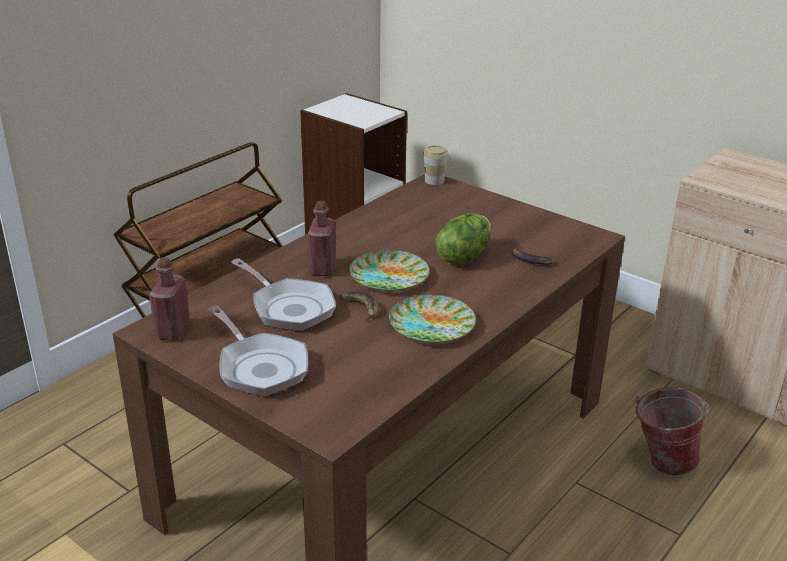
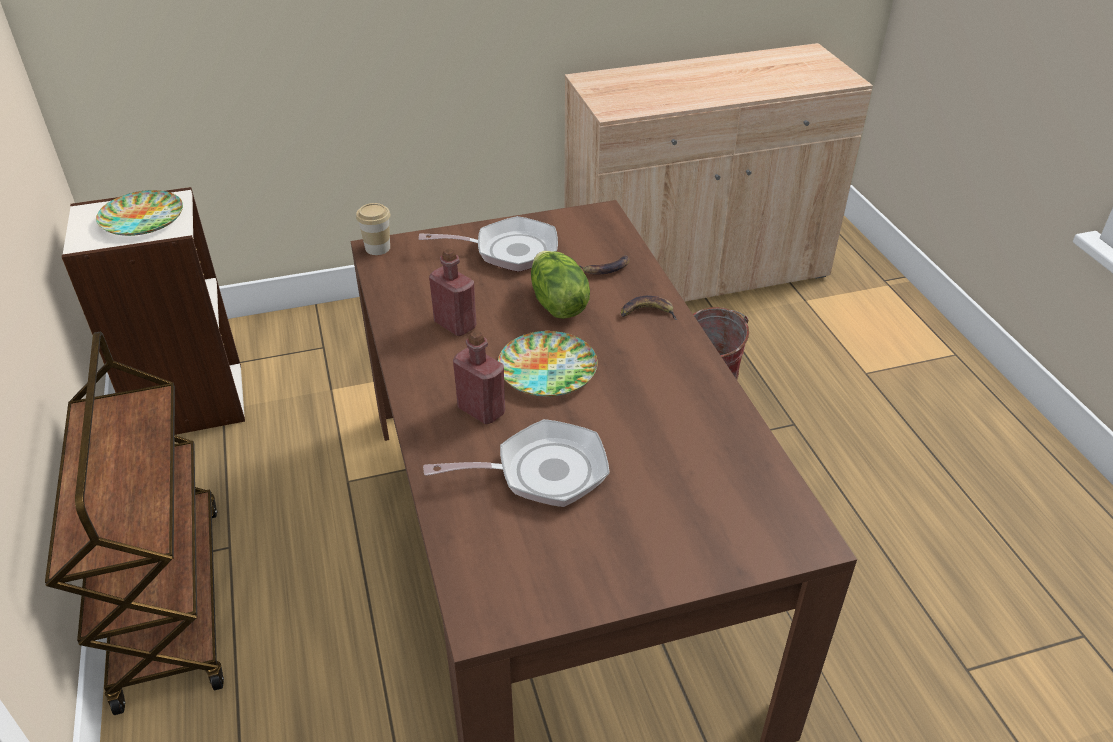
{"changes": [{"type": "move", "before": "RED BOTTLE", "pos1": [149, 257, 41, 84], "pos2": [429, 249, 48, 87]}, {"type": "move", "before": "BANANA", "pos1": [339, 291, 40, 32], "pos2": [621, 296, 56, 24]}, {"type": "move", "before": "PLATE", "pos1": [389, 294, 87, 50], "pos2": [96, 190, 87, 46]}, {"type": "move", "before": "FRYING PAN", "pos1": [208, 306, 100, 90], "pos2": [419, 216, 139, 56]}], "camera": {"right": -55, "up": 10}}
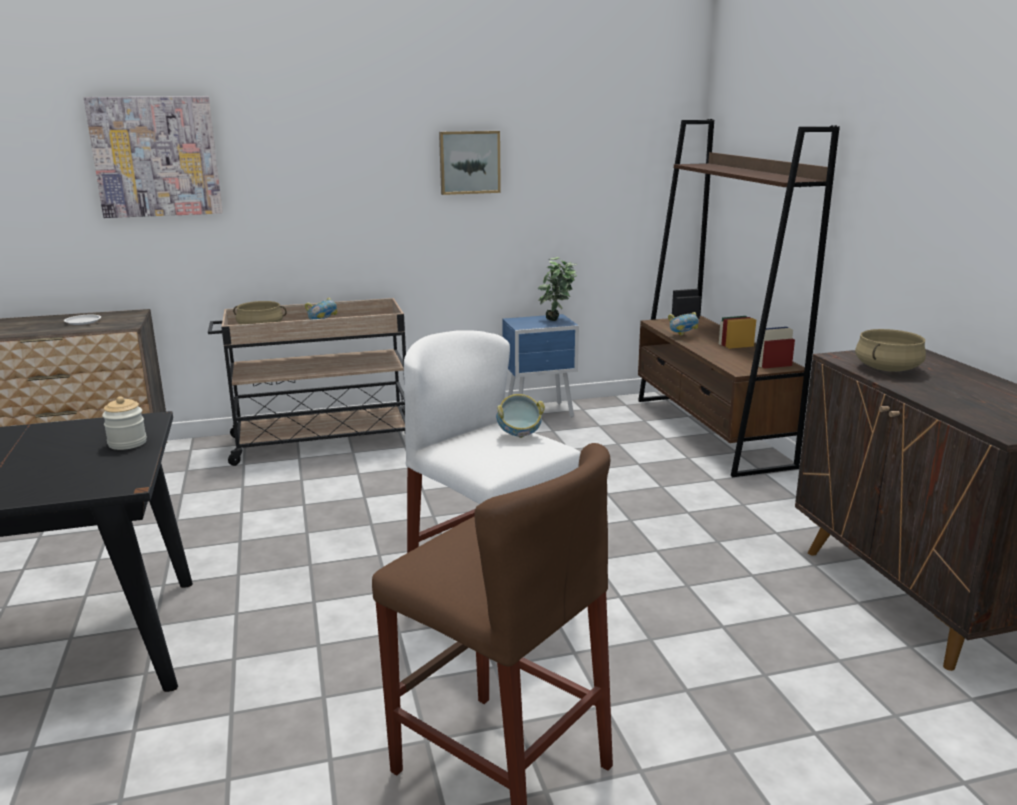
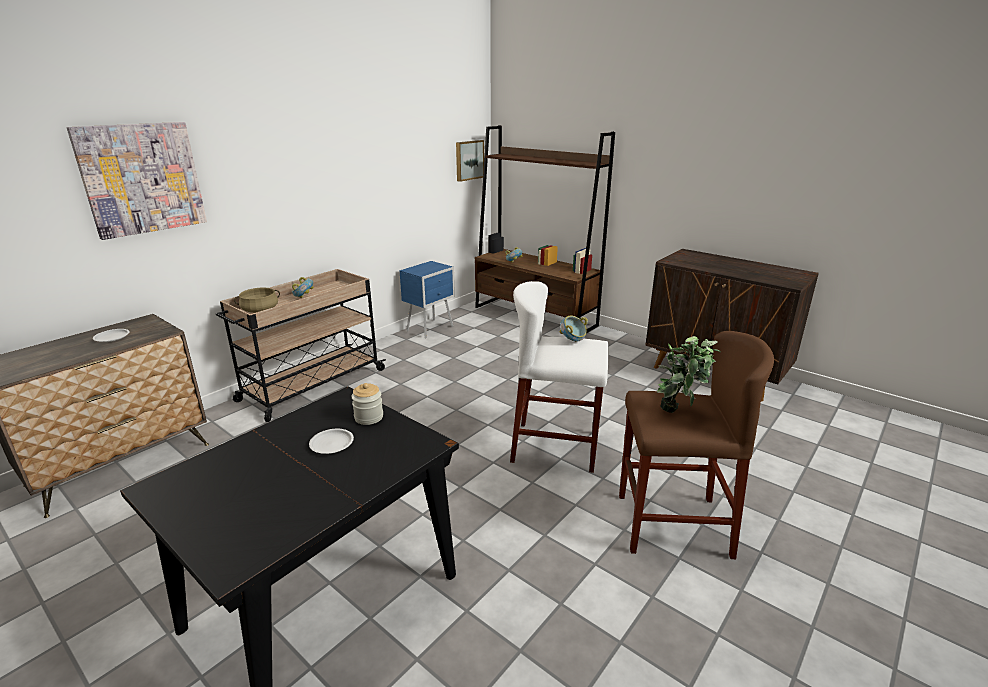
{"changes": [{"type": "move", "before": "PICTURE", "pos1": [439, 131, 62, 64], "pos2": [456, 140, 28, 42]}, {"type": "move", "before": "POTTED PLANT", "pos1": [537, 257, 40, 64], "pos2": [657, 336, 64, 77]}, {"type": "delete", "before": "BEIGE COOKING POT", "pos1": [855, 329, 71, 43]}, {"type": "insert", "after": "WHITE PLATE", "pos2": [309, 429, 45, 25]}], "camera": {"right": -35, "up": 5}}
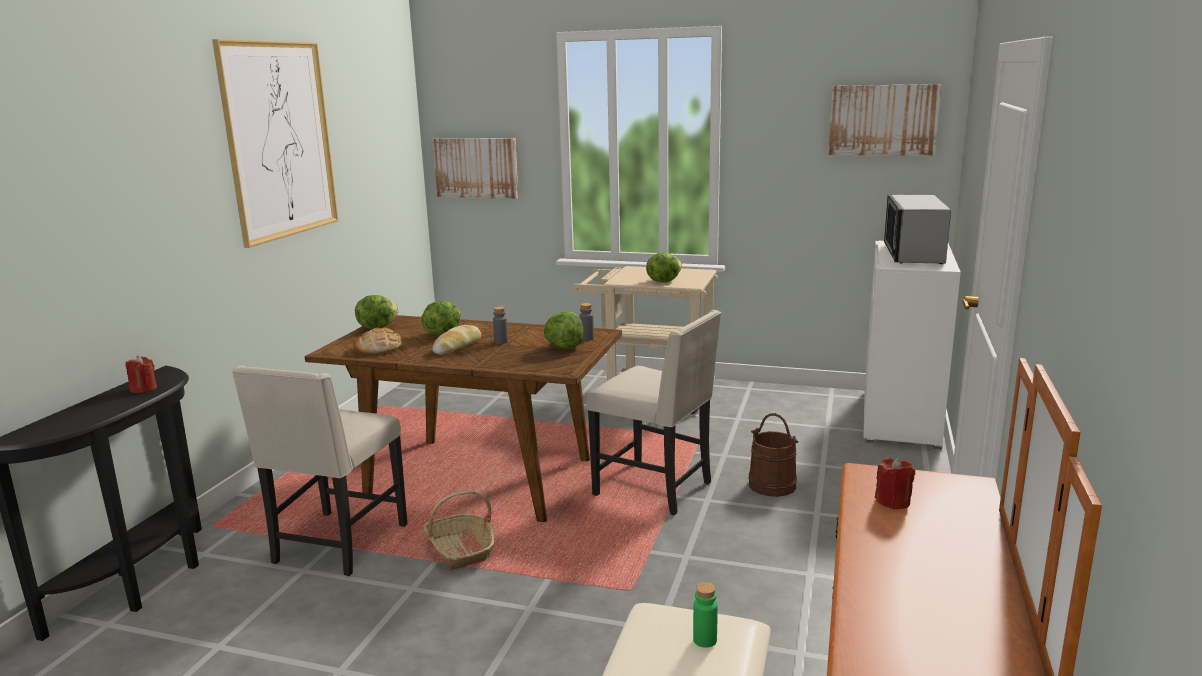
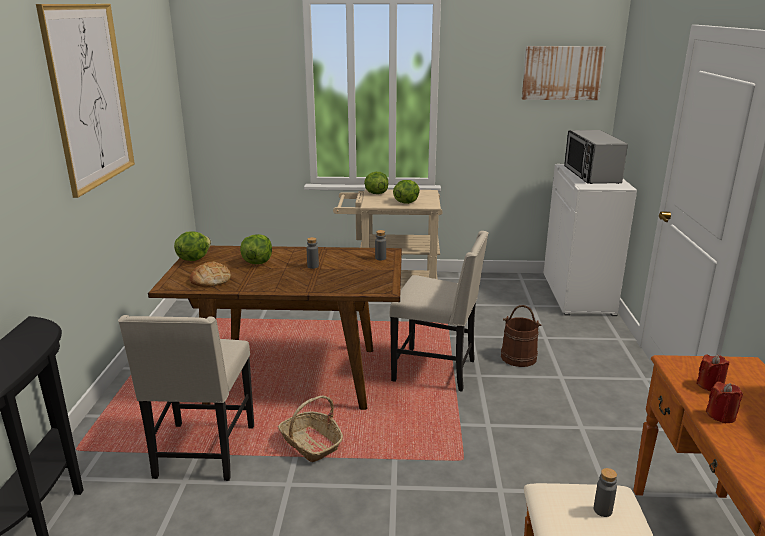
{"changes": [{"type": "delete", "before": "PICTURE", "pos1": [433, 138, 86, 61]}, {"type": "move", "before": "LETTUCE", "pos1": [544, 312, 40, 37], "pos2": [364, 172, 24, 22]}, {"type": "delete", "before": "BREAD", "pos1": [432, 325, 49, 30]}, {"type": "move", "before": "RED CANDLE", "pos1": [126, 355, 31, 38], "pos2": [706, 382, 37, 41]}, {"type": "recolor", "before": "GREEN BOTTLE", "after": "GREY BOTTLE", "pos1": [693, 582, 25, 66], "pos2": [594, 468, 23, 49]}], "camera": {"right": -15, "up": 5}}
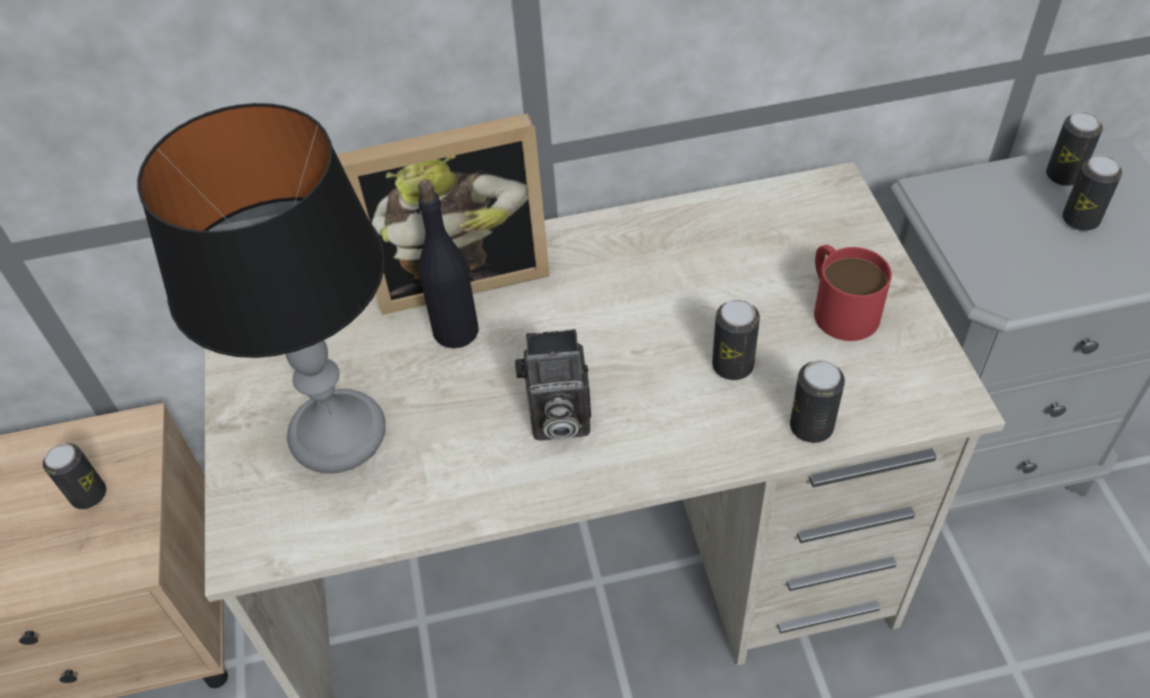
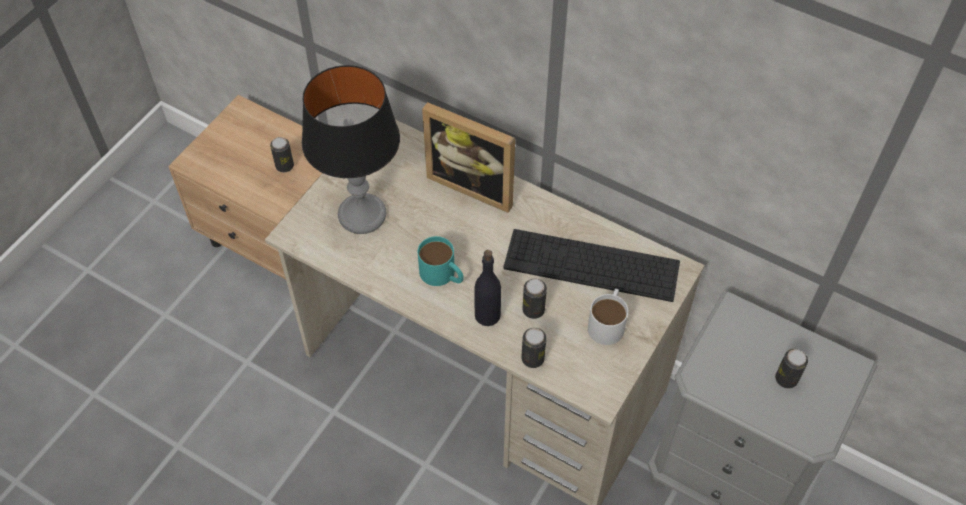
{"changes": [{"type": "delete", "before": "CAN", "pos1": [1046, 112, 57, 74]}, {"type": "move", "before": "BLACK BOTTLE", "pos1": [418, 179, 61, 169], "pos2": [474, 250, 27, 76]}, {"type": "recolor", "before": "RED MUG", "after": "WHITE MUG", "pos1": [814, 245, 78, 96], "pos2": [588, 289, 40, 56]}, {"type": "replace", "before": "PHOTO CAMERA", "after": "TURQUOISE MUG", "pos1": [515, 329, 76, 112], "pos2": [418, 236, 46, 50]}, {"type": "insert", "after": "KEYBOARD", "pos2": [503, 229, 177, 73]}], "camera": {"right": 40, "up": 5}}
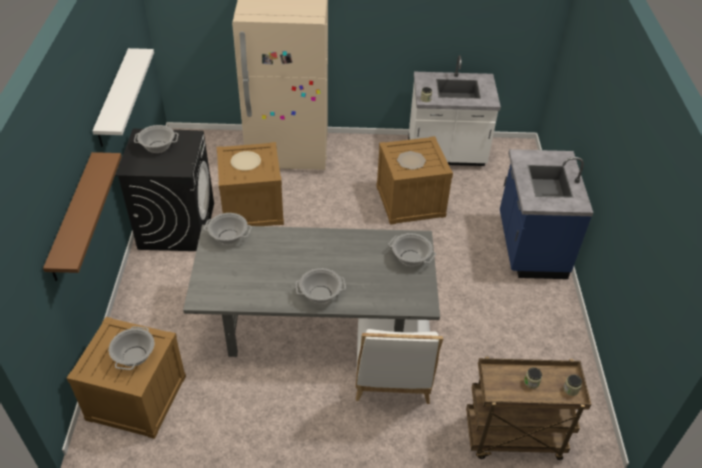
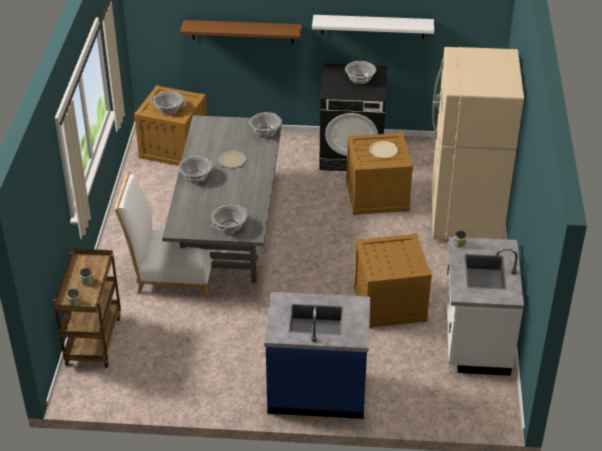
{"changes": [{"type": "move", "before": "PLATE", "pos1": [397, 151, 29, 19], "pos2": [218, 151, 29, 17]}], "camera": {"right": 95, "up": -5}}
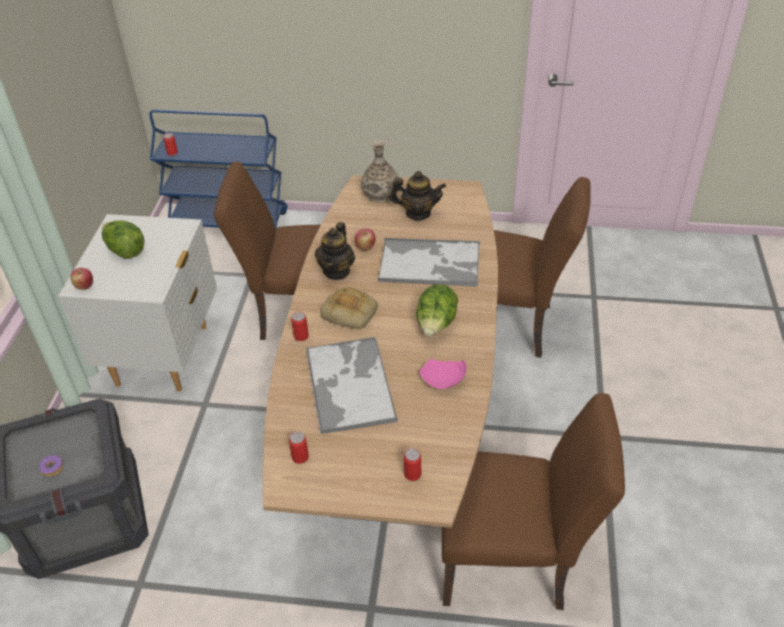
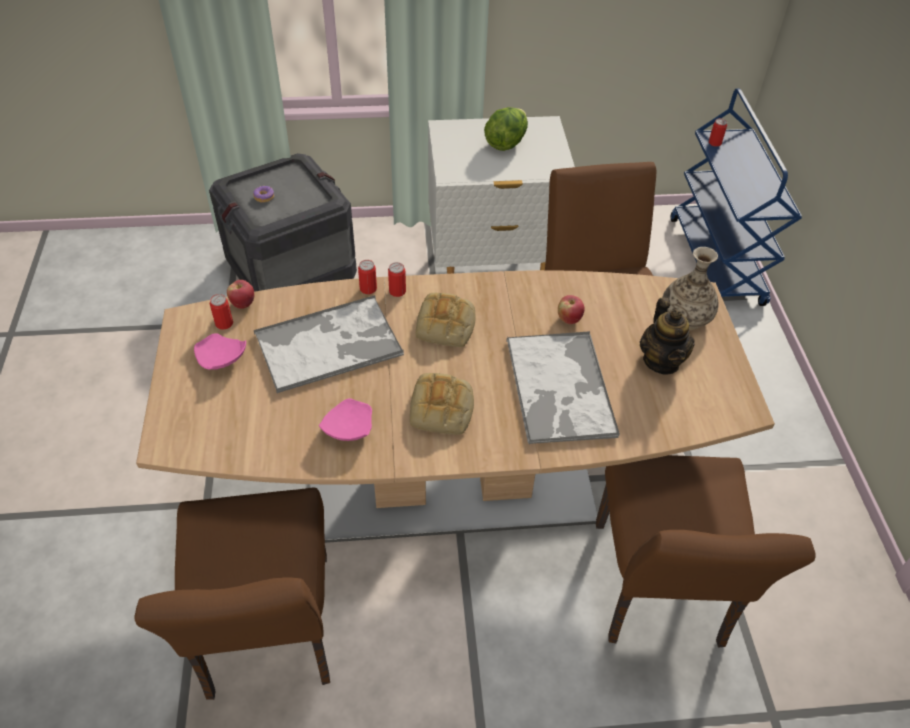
{"changes": [{"type": "delete", "before": "TEAPOT", "pos1": [315, 222, 40, 58]}, {"type": "move", "before": "APPLE", "pos1": [70, 268, 23, 22], "pos2": [227, 280, 27, 29]}, {"type": "replace", "before": "LETTUCE", "after": "BREAD", "pos1": [416, 284, 42, 52], "pos2": [410, 373, 64, 62]}, {"type": "move", "before": "CAN", "pos1": [404, 448, 17, 33], "pos2": [358, 260, 19, 34]}, {"type": "insert", "after": "PINK PLATE", "pos2": [194, 333, 52, 37]}], "camera": {"right": 75, "up": 5}}
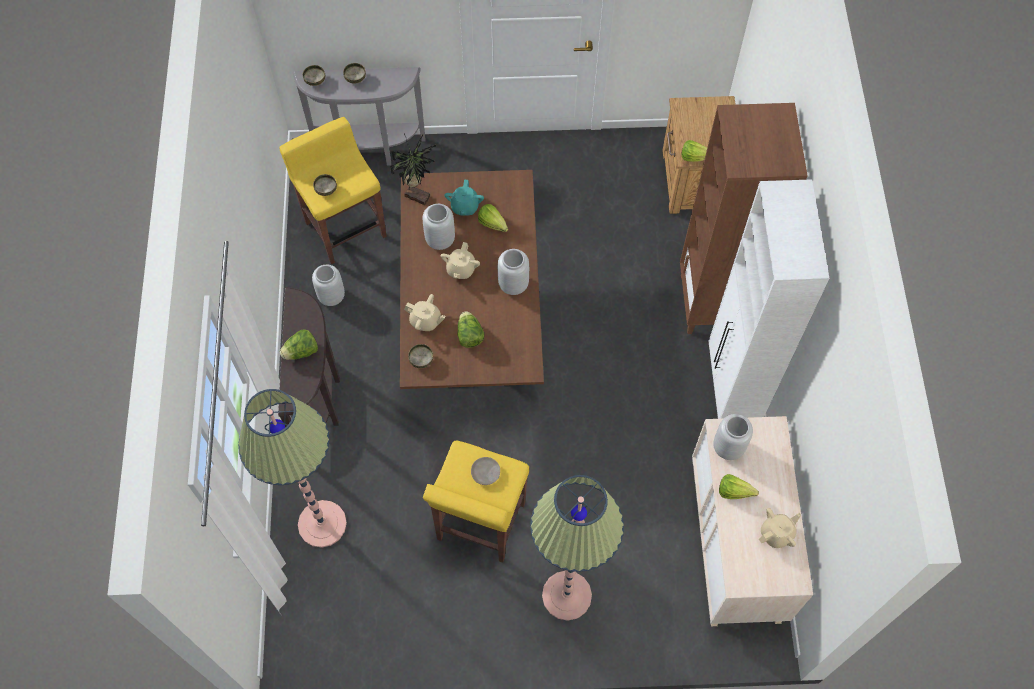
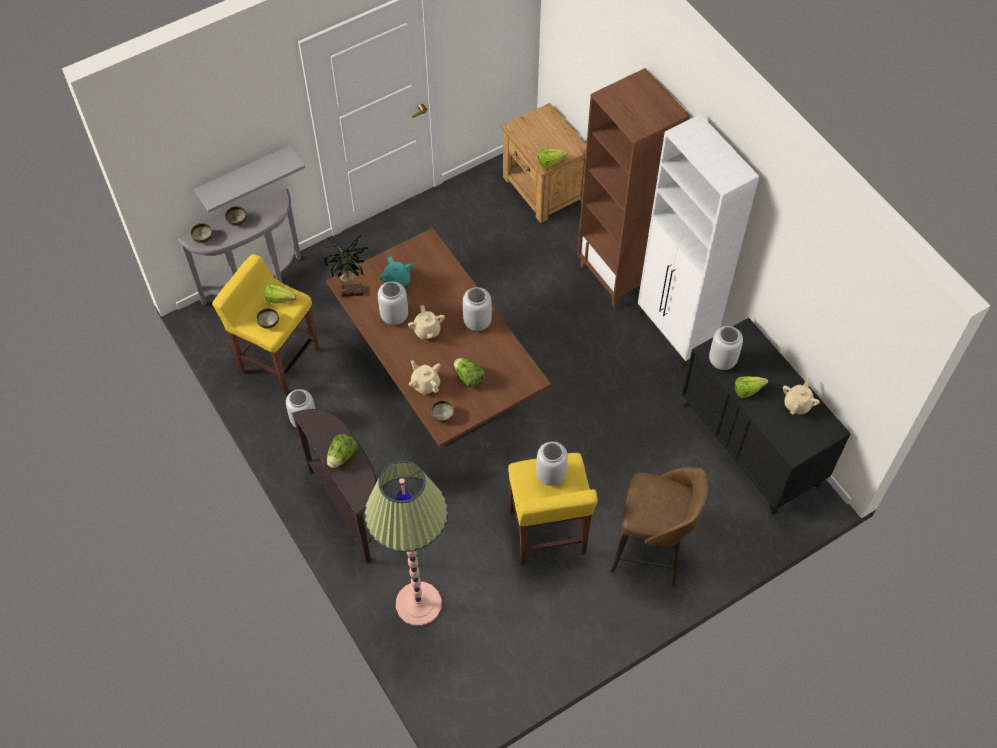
{"changes": [{"type": "move", "before": "LETTUCE", "pos1": [478, 204, 30, 28], "pos2": [265, 283, 32, 20]}, {"type": "rotate", "before": "BEIGE TEAPOT", "pos1": [404, 294, 42, 37], "pos2": [409, 360, 32, 34], "turn": -120}, {"type": "recolor", "before": "BEIGE DRESSER", "after": "BLACK DRESSER", "pos1": [692, 416, 121, 210], "pos2": [681, 318, 170, 197]}, {"type": "replace", "before": "BEIGE PLATE", "after": "GREY VASE", "pos1": [471, 457, 29, 28], "pos2": [536, 442, 32, 44]}, {"type": "replace", "before": "FLOOR LAMP", "after": "BROWN STOOL", "pos1": [530, 475, 94, 146], "pos2": [610, 467, 98, 120]}, {"type": "insert", "after": "GREY SHELF", "pos2": [194, 145, 111, 68]}], "camera": {"right": -30, "up": -5}}
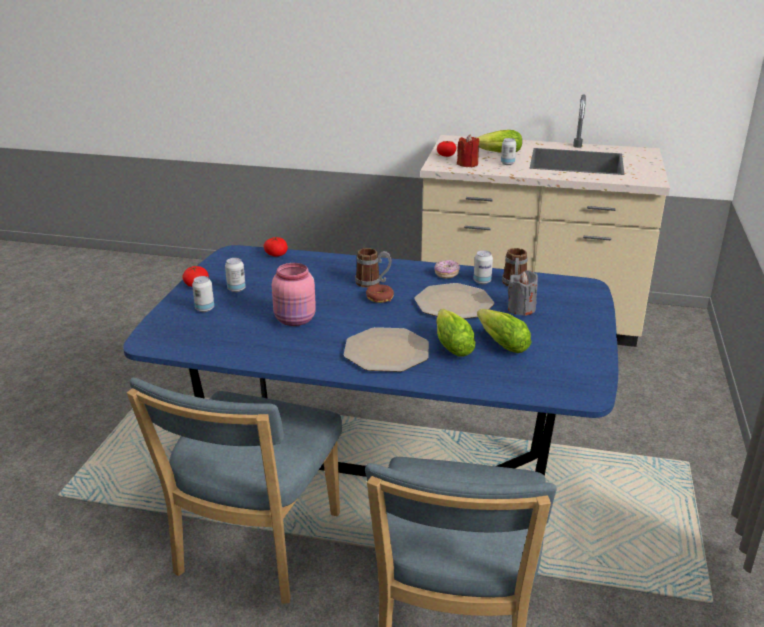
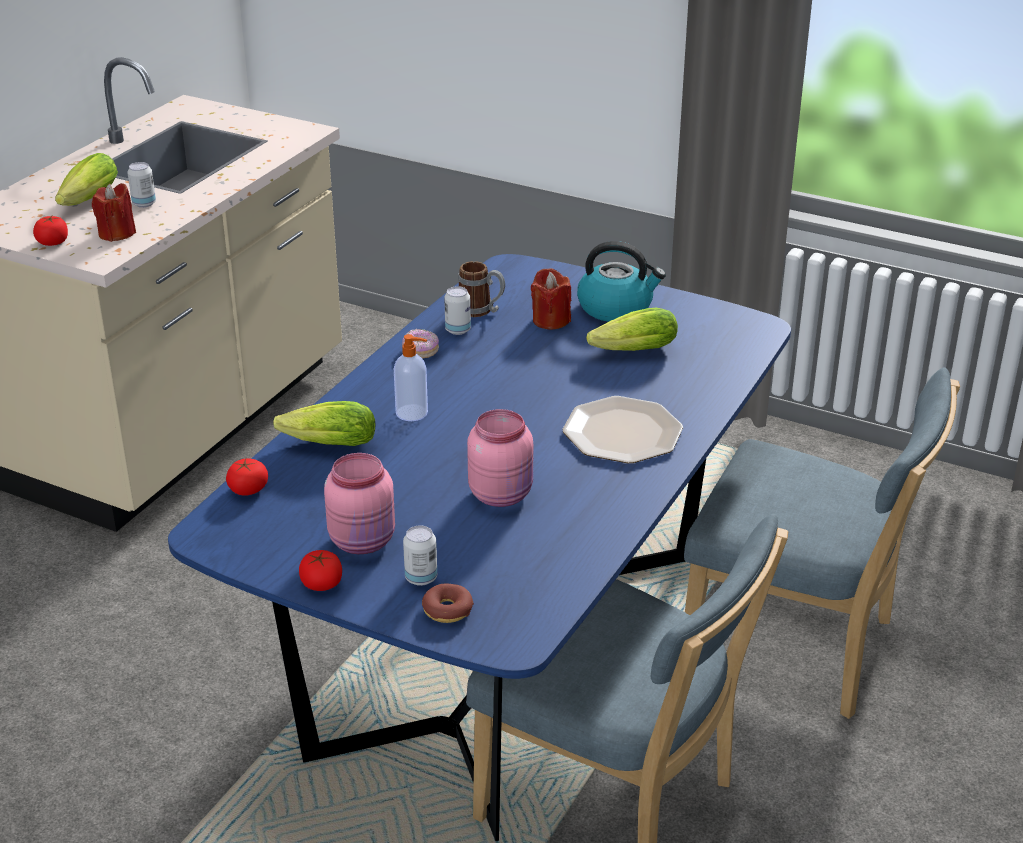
{"changes": [{"type": "replace", "before": "MUG", "after": "SOAP DISPENSER", "pos1": [355, 248, 36, 40], "pos2": [394, 334, 34, 87]}, {"type": "replace", "before": "CAN", "after": "PINK JAR", "pos1": [225, 258, 21, 34], "pos2": [324, 453, 71, 101]}, {"type": "recolor", "before": "GREY CANDLE", "after": "RED CANDLE", "pos1": [508, 270, 30, 46], "pos2": [531, 268, 41, 62]}, {"type": "delete", "before": "PLATE", "pos1": [414, 283, 80, 36]}, {"type": "move", "before": "DONUT", "pos1": [366, 284, 28, 19], "pos2": [422, 583, 52, 40]}, {"type": "move", "before": "LETTUCE", "pos1": [436, 309, 39, 48], "pos2": [273, 401, 102, 45]}, {"type": "insert", "after": "KETTLE", "pos2": [577, 241, 89, 81]}], "camera": {"right": -75, "up": 5}}
